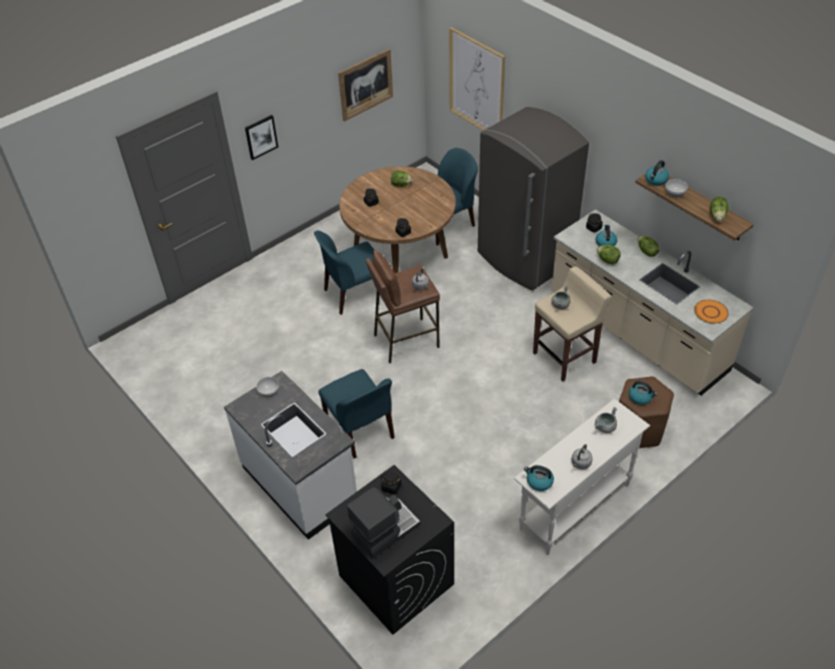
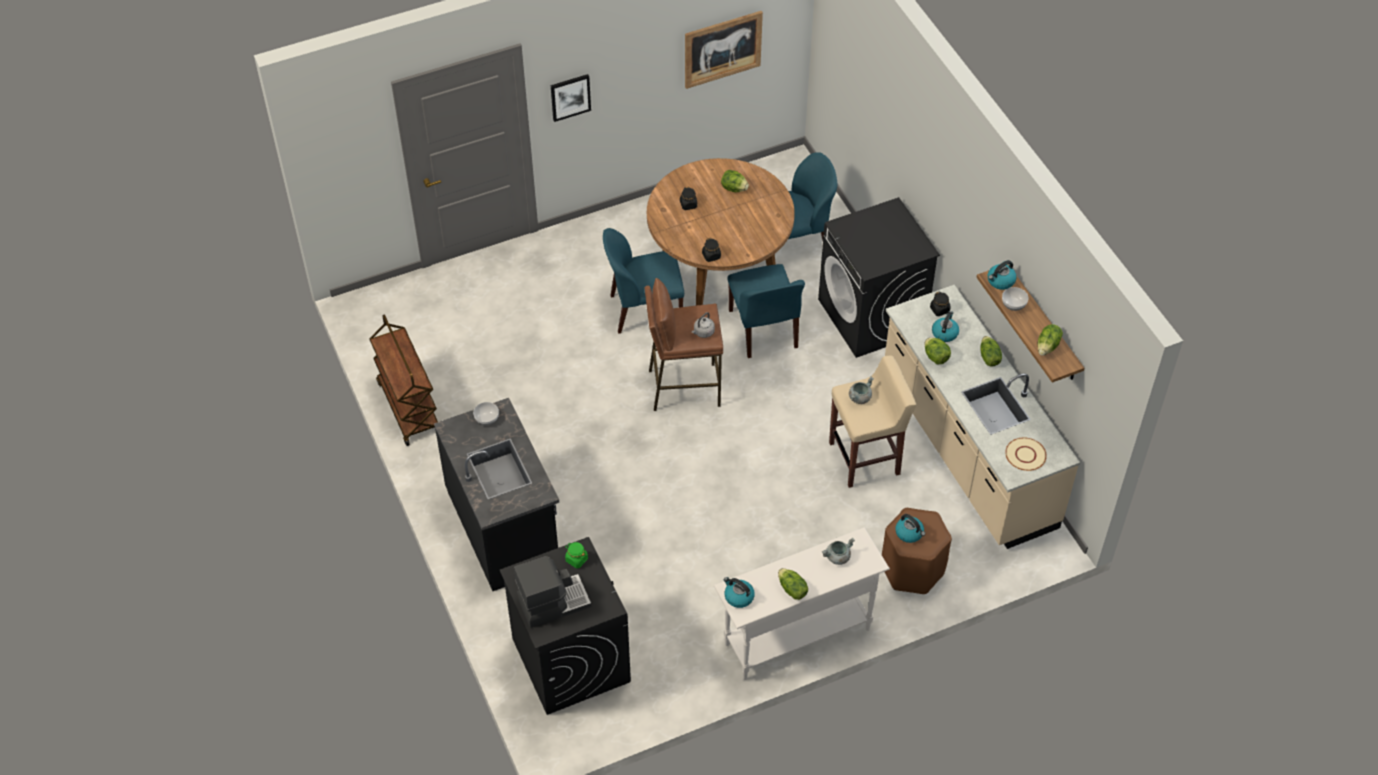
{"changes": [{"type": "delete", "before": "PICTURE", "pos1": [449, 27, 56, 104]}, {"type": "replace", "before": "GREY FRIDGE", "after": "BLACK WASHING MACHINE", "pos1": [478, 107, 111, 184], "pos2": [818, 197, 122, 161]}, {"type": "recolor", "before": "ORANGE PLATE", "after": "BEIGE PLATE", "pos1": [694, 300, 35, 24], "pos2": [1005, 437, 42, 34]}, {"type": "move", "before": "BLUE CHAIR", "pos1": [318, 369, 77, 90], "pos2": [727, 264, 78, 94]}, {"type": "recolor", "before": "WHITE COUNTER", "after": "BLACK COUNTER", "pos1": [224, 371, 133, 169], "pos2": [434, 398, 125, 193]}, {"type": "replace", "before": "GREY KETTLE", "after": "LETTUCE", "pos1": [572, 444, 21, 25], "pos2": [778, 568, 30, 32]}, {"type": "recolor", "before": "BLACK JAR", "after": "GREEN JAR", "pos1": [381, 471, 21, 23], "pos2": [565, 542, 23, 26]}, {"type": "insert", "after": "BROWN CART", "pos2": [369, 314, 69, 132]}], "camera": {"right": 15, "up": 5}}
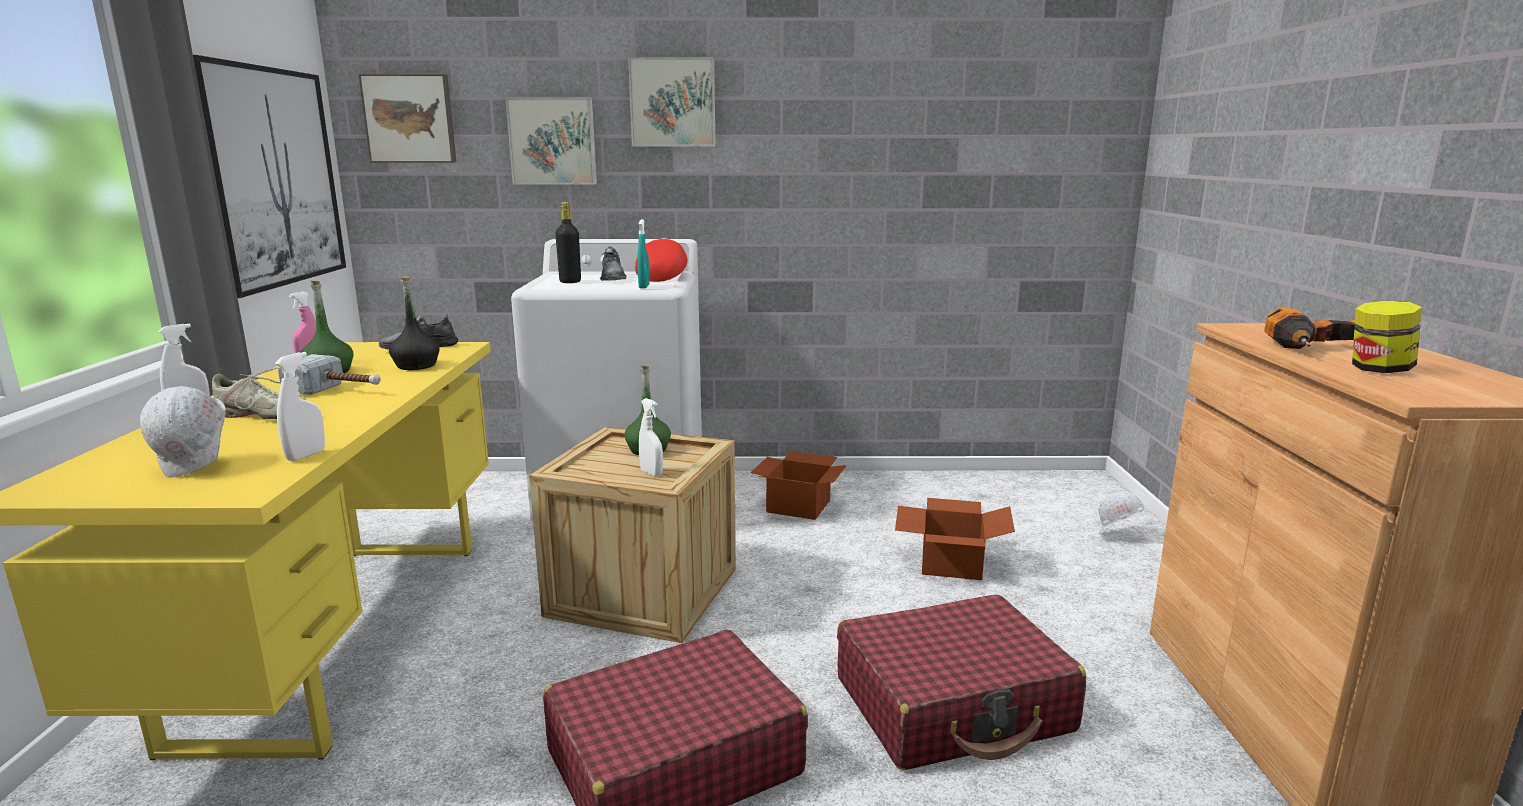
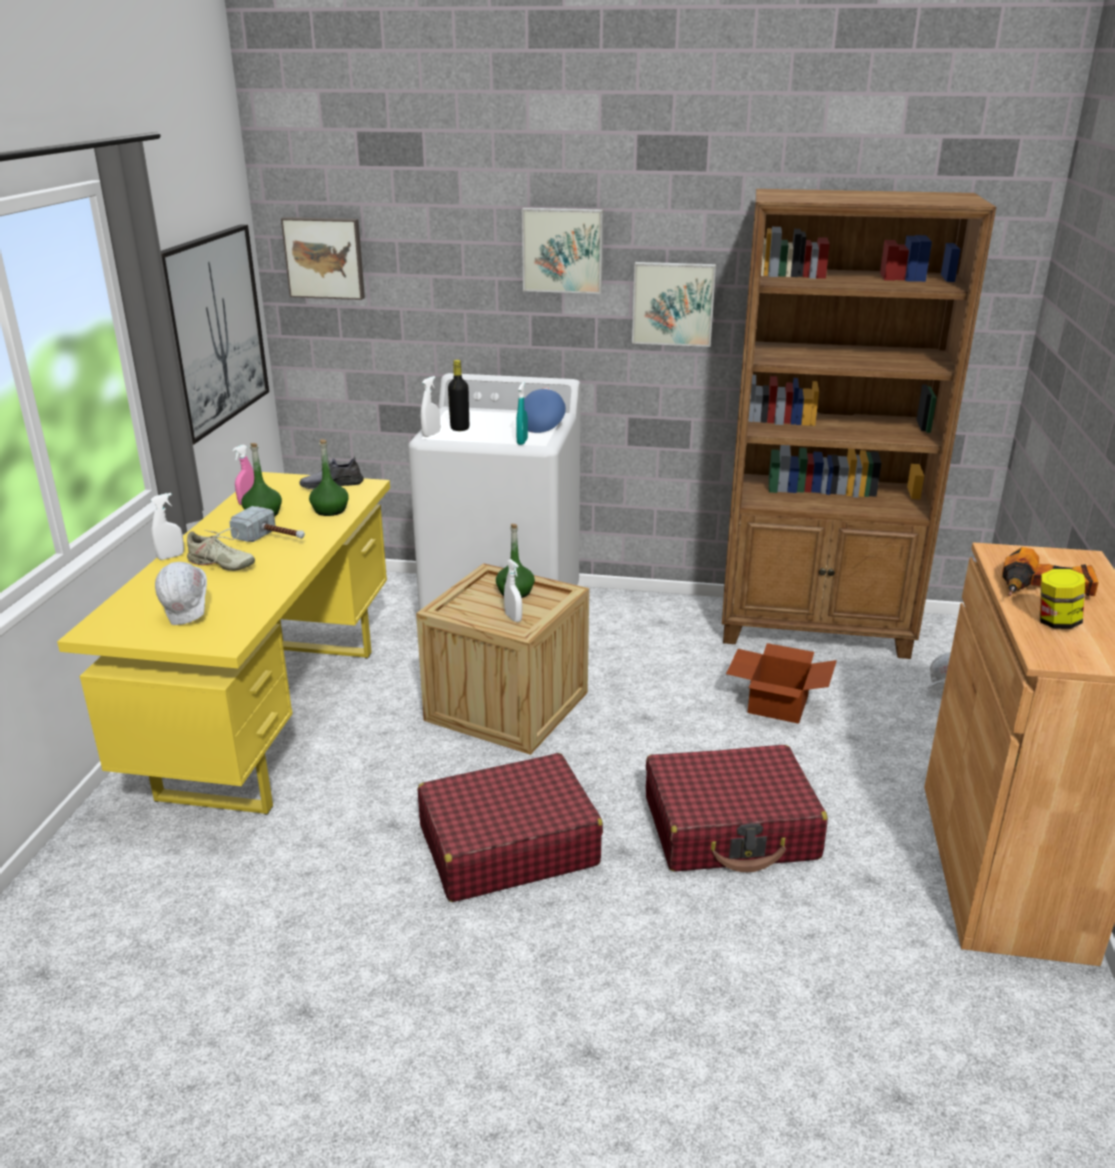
{"changes": [{"type": "move", "before": "PICTURE", "pos1": [505, 97, 92, 88], "pos2": [632, 262, 84, 85]}, {"type": "recolor", "before": "RED CAP", "after": "BLUE CAP", "pos1": [635, 238, 52, 44], "pos2": [524, 388, 42, 45]}, {"type": "delete", "before": "GREY SHOE", "pos1": [600, 247, 27, 34]}, {"type": "recolor", "before": "BLACK BOTTLE", "after": "GREEN BOTTLE", "pos1": [389, 276, 51, 94], "pos2": [309, 439, 40, 77]}, {"type": "move", "before": "WHITE SPRAY BOTTLE", "pos1": [275, 352, 50, 109], "pos2": [421, 376, 19, 61]}, {"type": "delete", "before": "CARDBOARD BOX", "pos1": [751, 451, 96, 69]}, {"type": "insert", "after": "BROWN BOOKCASE", "pos2": [722, 189, 274, 470]}], "camera": {"right": 10, "up": 10}}
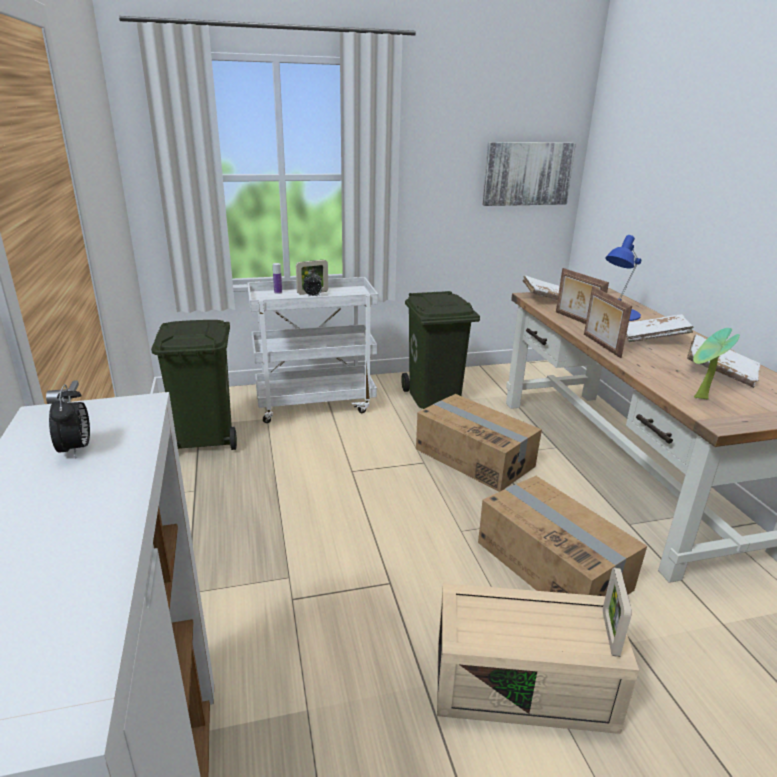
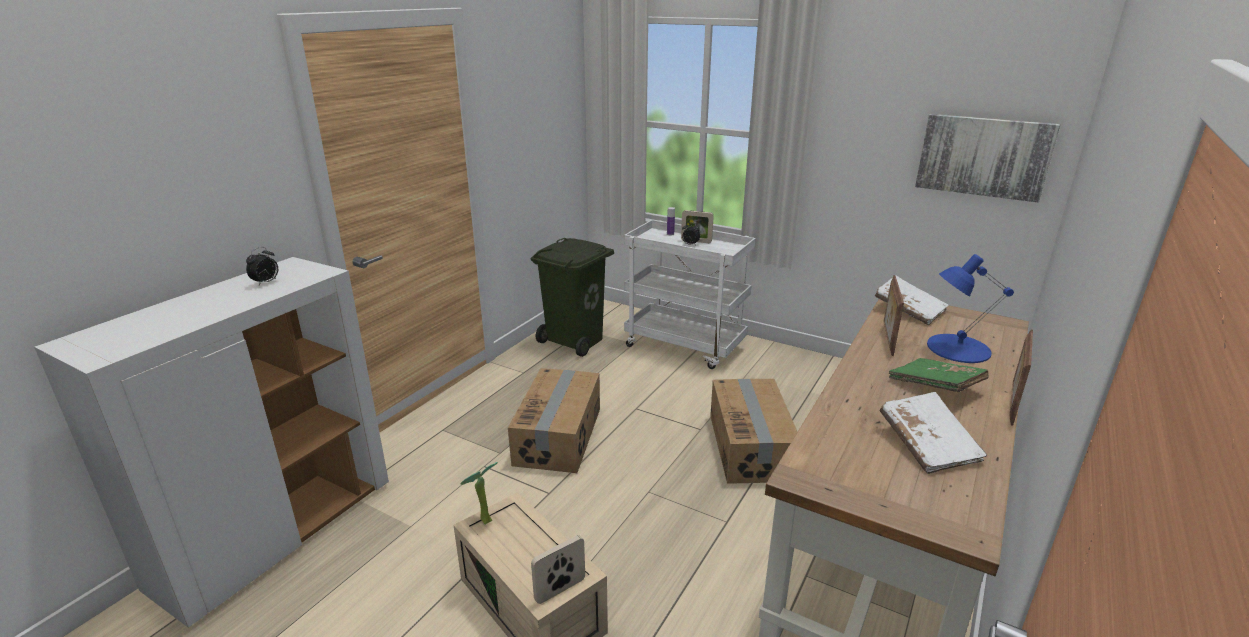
{"changes": [{"type": "move", "before": "PICTURE FRAME", "pos1": [584, 286, 48, 72], "pos2": [1009, 330, 24, 96]}, {"type": "delete", "before": "GREEN TRASH CAN", "pos1": [401, 291, 79, 118]}, {"type": "recolor", "before": "WHITE BOOK", "after": "GREEN BOOK", "pos1": [626, 314, 68, 28], "pos2": [889, 358, 100, 34]}, {"type": "move", "before": "POTTED PLANT", "pos1": [693, 328, 47, 71], "pos2": [461, 462, 37, 62]}, {"type": "move", "before": "CARDBOARD BOX", "pos1": [478, 476, 169, 120], "pos2": [508, 368, 92, 105]}], "camera": {"right": 45, "up": 0}}
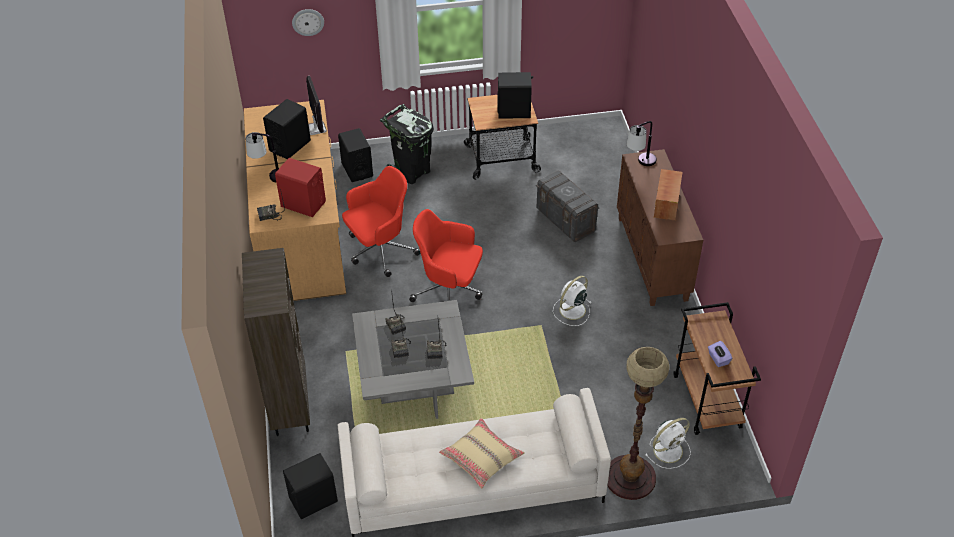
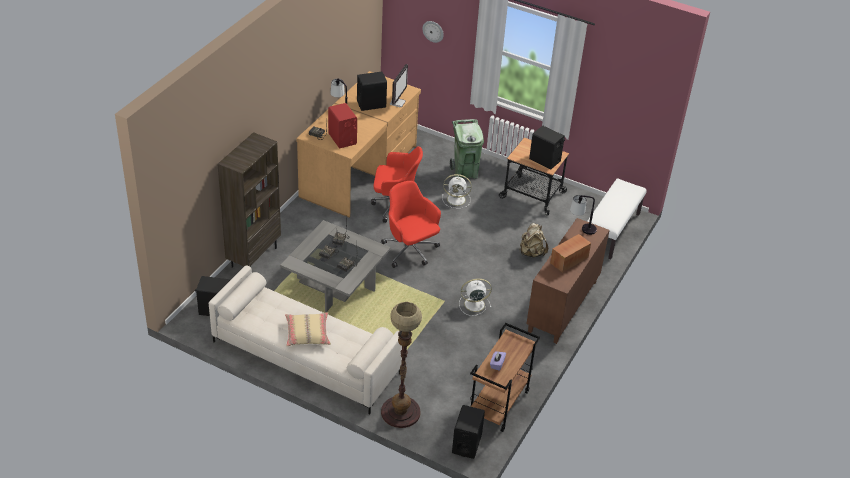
{"changes": [{"type": "recolor", "before": "BLACK TRASH CAN", "after": "GREEN TRASH CAN", "pos1": [380, 104, 54, 80], "pos2": [450, 119, 34, 60]}, {"type": "move", "before": "BLACK SPEAKER", "pos1": [338, 128, 35, 54], "pos2": [452, 405, 33, 54]}, {"type": "replace", "before": "GREY STORAGE BOX", "after": "BEIGE BACKPACK", "pos1": [536, 170, 64, 72], "pos2": [519, 223, 29, 34]}, {"type": "move", "before": "WHITE FAN", "pos1": [645, 418, 46, 51], "pos2": [442, 174, 30, 35]}, {"type": "insert", "after": "WHITE BENCH", "pos2": [587, 178, 60, 81]}], "camera": {"right": 35, "up": -5}}
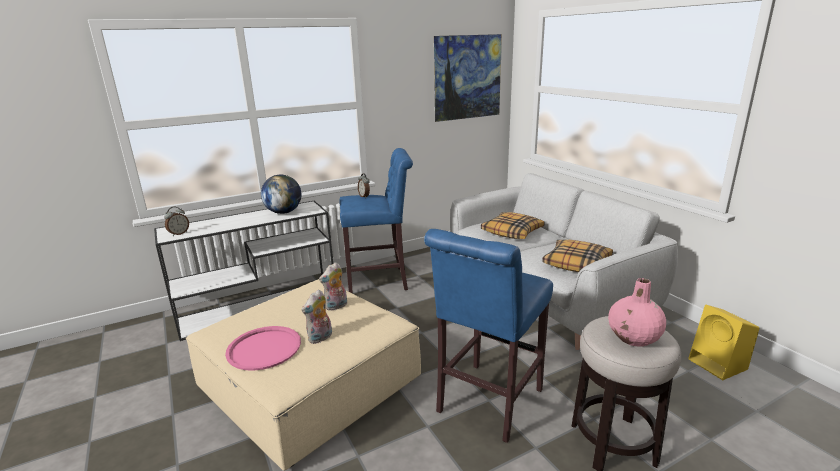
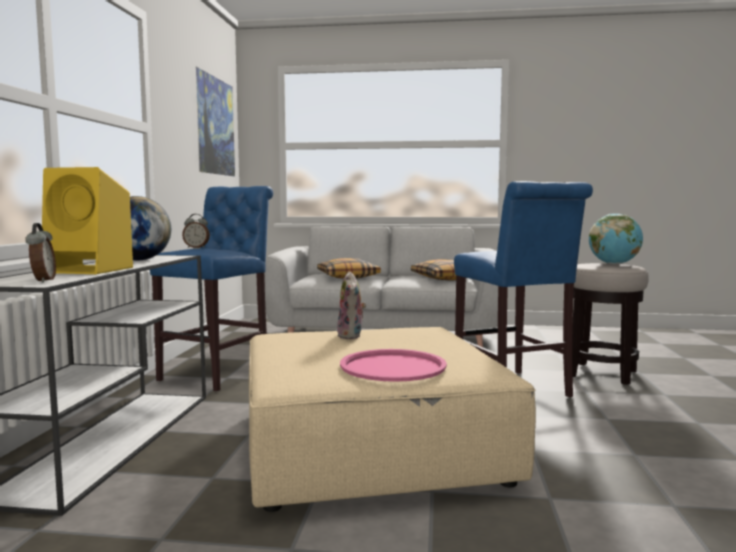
{"changes": [{"type": "replace", "before": "PINK VASE", "after": "GLOBE", "pos1": [608, 278, 58, 69], "pos2": [589, 213, 54, 51]}, {"type": "delete", "before": "PLUSH TOY", "pos1": [302, 290, 30, 54]}, {"type": "move", "before": "YELLOW SPEAKER", "pos1": [688, 305, 72, 75], "pos2": [42, 167, 91, 107]}], "camera": {"right": -55, "up": -15}}
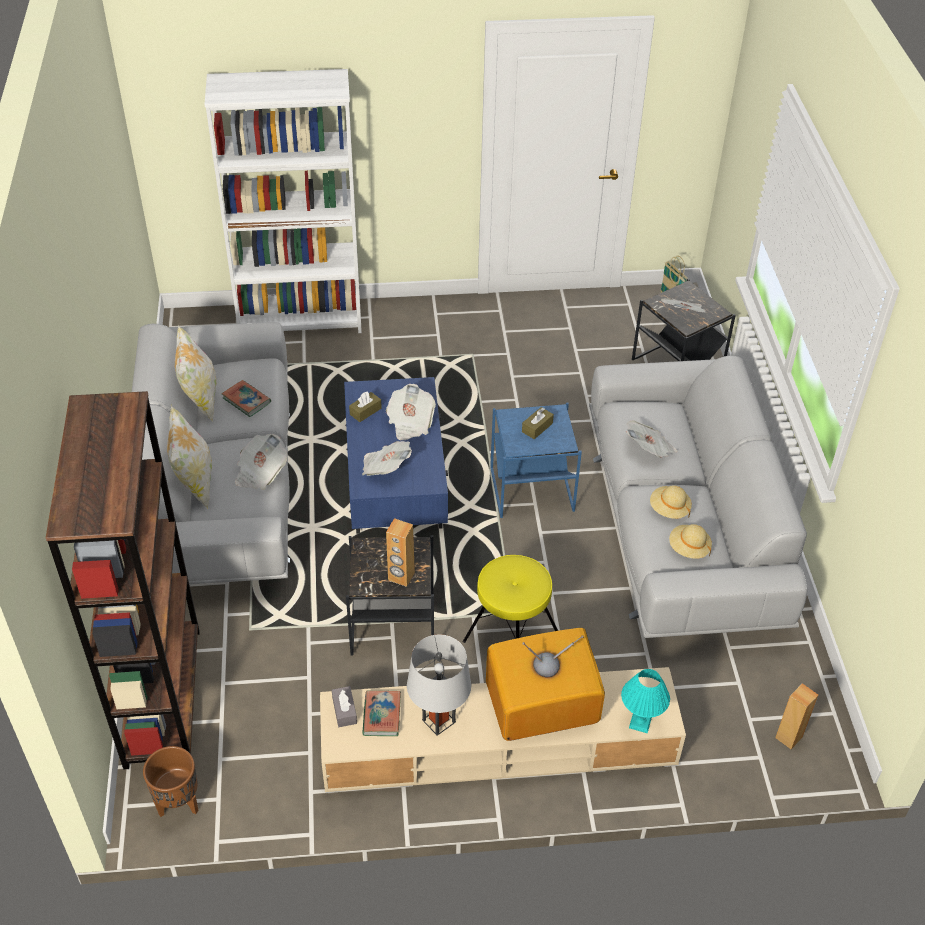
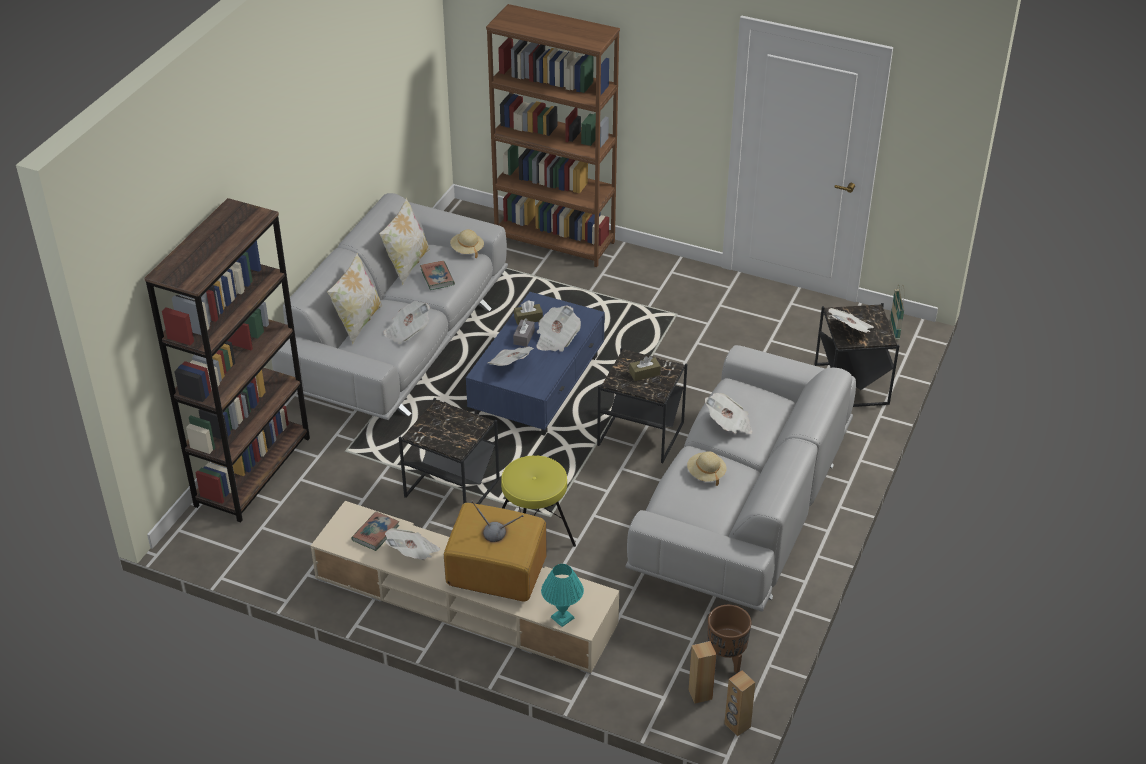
{"changes": [{"type": "recolor", "before": "WHITE BOOKCASE", "after": "BROWN BOOKCASE", "pos1": [204, 69, 158, 264], "pos2": [486, 4, 134, 263]}, {"type": "recolor", "before": "BLUE SIDE TABLE", "after": "BLACK SIDE TABLE", "pos1": [490, 403, 92, 115], "pos2": [597, 347, 90, 116]}, {"type": "move", "before": "BROWN SPEAKER", "pos1": [386, 518, 29, 69], "pos2": [724, 670, 31, 66]}, {"type": "move", "before": "BEIGE HAT", "pos1": [669, 524, 43, 35], "pos2": [450, 229, 34, 29]}, {"type": "replace", "before": "GREY TABLE LAMP", "after": "NEWSPAPER", "pos1": [407, 634, 64, 102], "pos2": [385, 528, 55, 32]}, {"type": "move", "before": "GREY TISSUE BOX", "pos1": [332, 686, 25, 41], "pos2": [513, 318, 22, 29]}, {"type": "move", "before": "BROWN PLANTER", "pos1": [143, 746, 55, 71], "pos2": [708, 605, 43, 68]}], "camera": {"right": 30, "up": -5}}
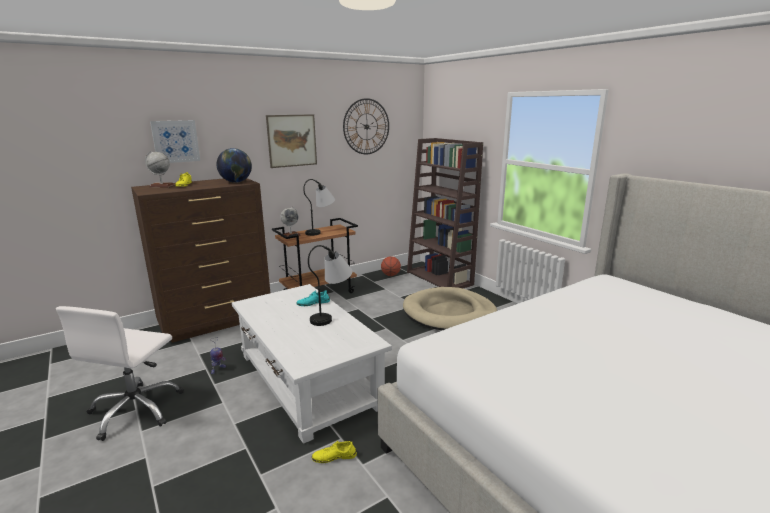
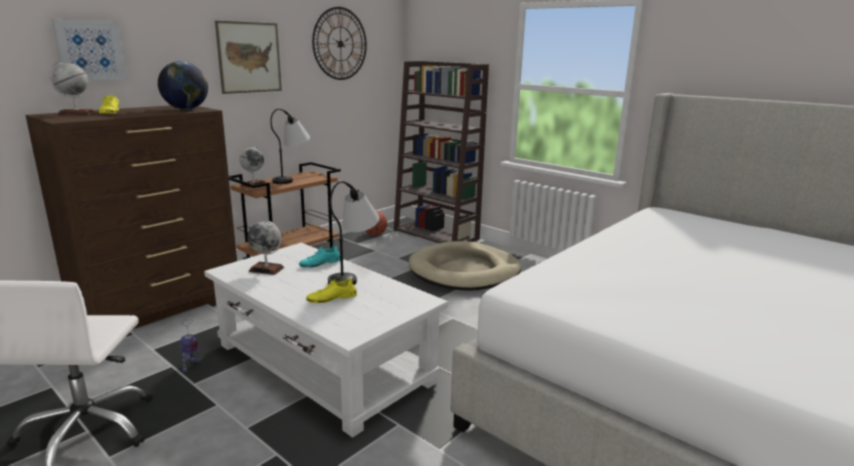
{"changes": [{"type": "move", "before": "YELLOW SHOE", "pos1": [312, 441, 45, 22], "pos2": [306, 278, 51, 25]}, {"type": "insert", "after": "GLOBE", "pos2": [247, 221, 37, 54]}], "camera": {"right": -15, "up": 0}}
